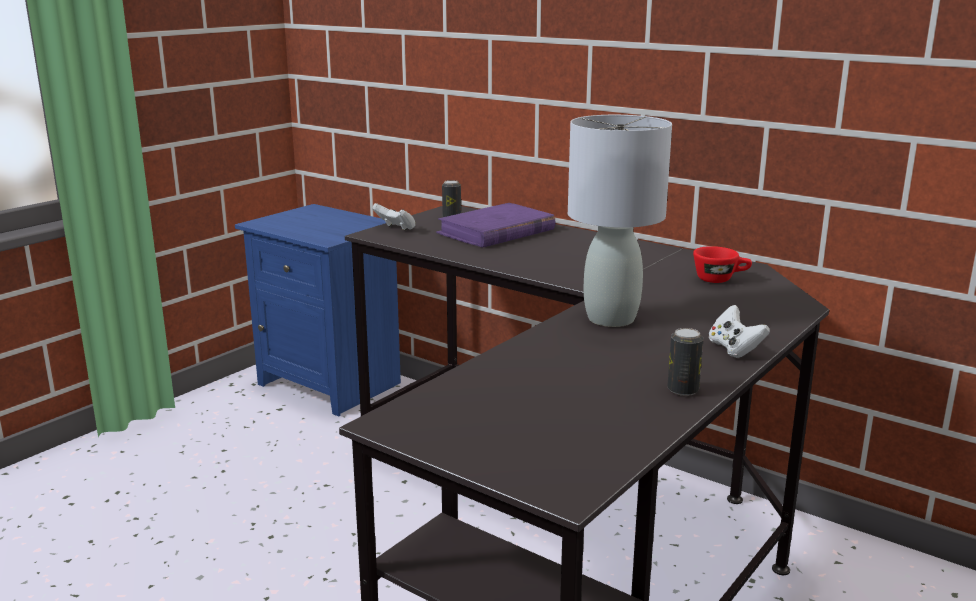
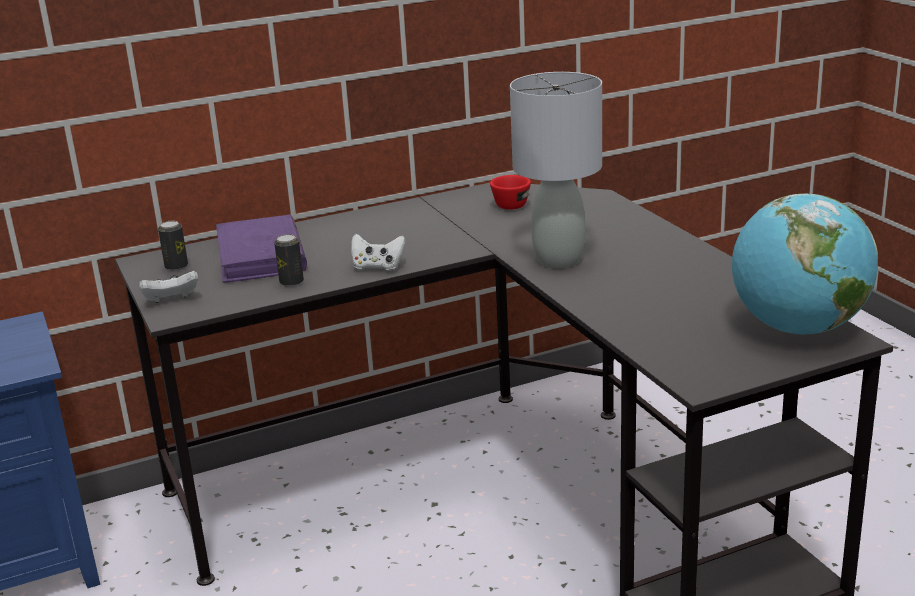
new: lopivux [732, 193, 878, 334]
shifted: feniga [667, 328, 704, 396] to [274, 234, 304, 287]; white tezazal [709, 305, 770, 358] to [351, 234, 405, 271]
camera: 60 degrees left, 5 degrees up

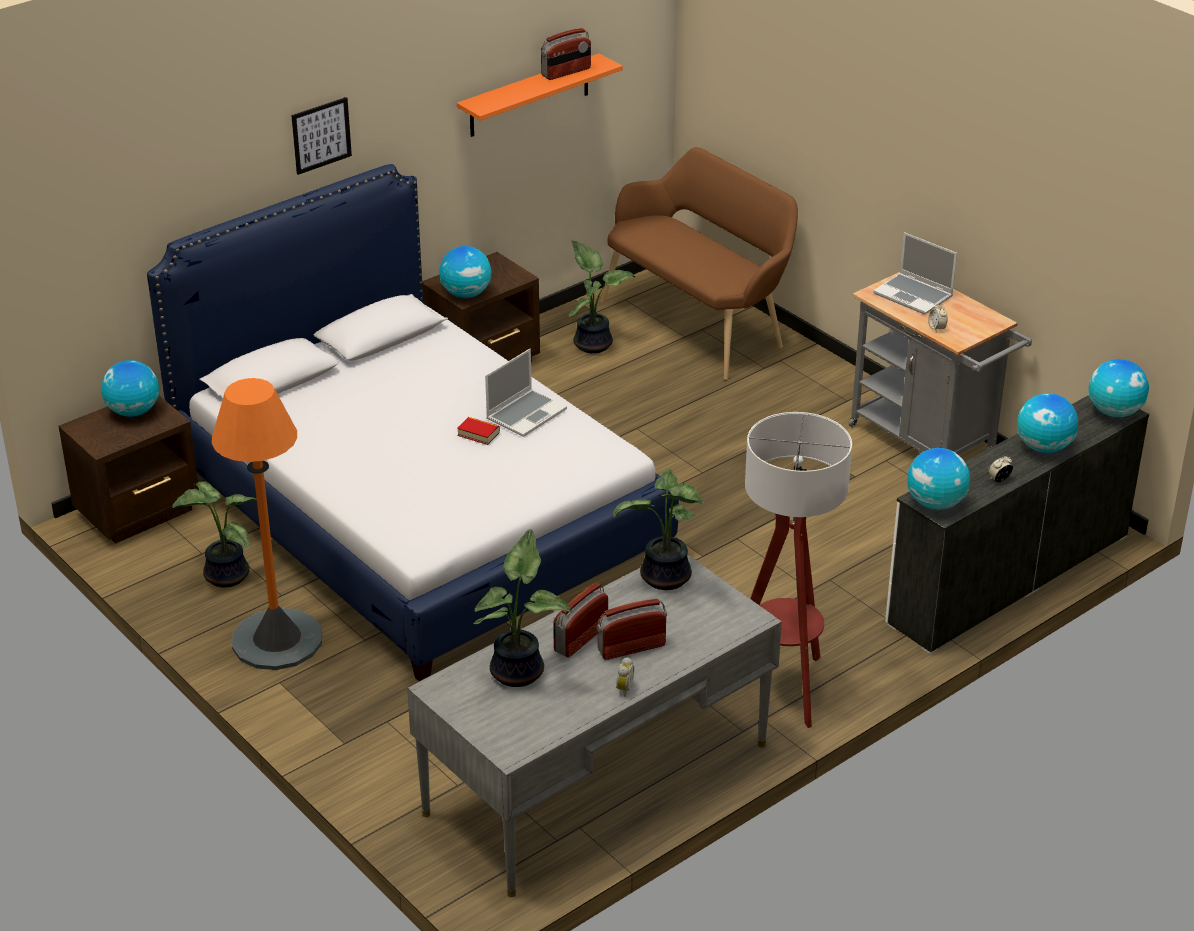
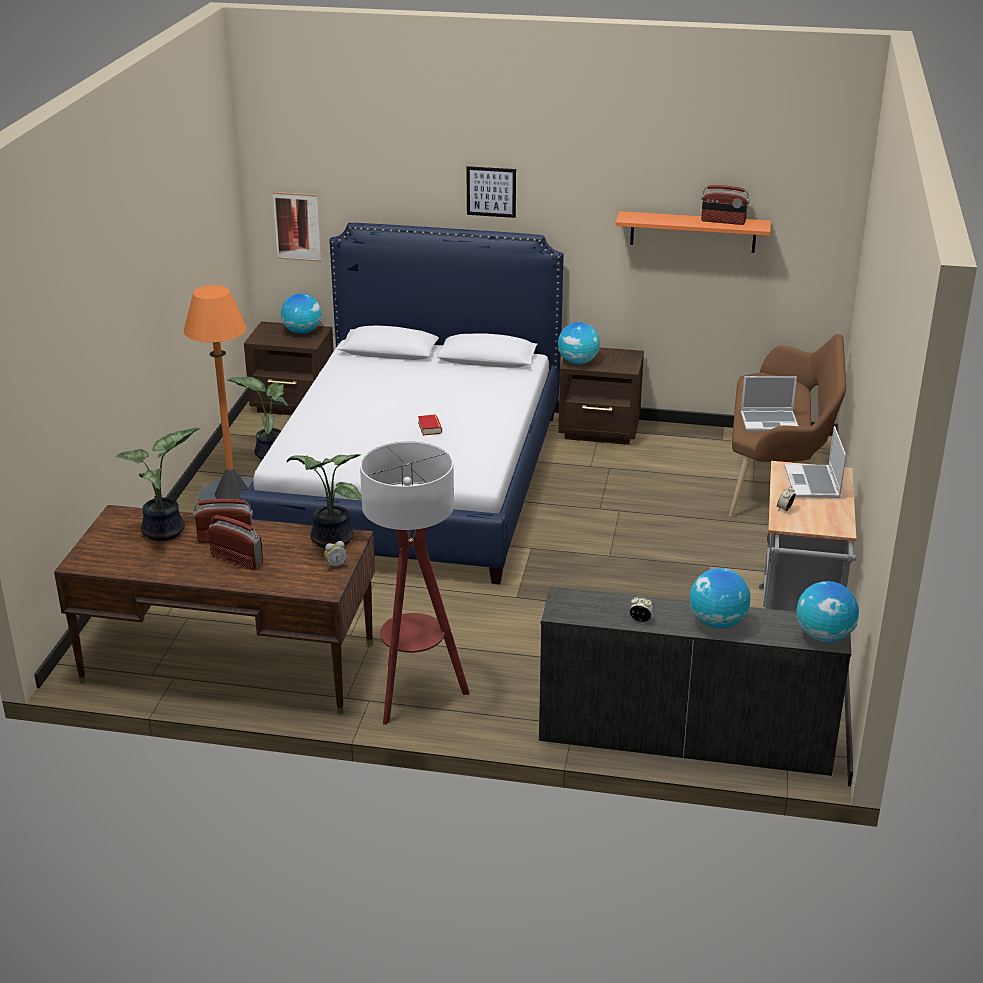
gone: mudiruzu [569, 241, 635, 353]; lopivux [907, 448, 970, 510]
new: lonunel [272, 192, 321, 262]
shifted: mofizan [485, 349, 567, 437] to [741, 376, 798, 432]; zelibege [616, 657, 634, 697] to [324, 541, 347, 569]
repainted: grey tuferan [407, 554, 782, 897] to brown tuferan [54, 505, 375, 715]
camera: 50 degrees right, 5 degrees down

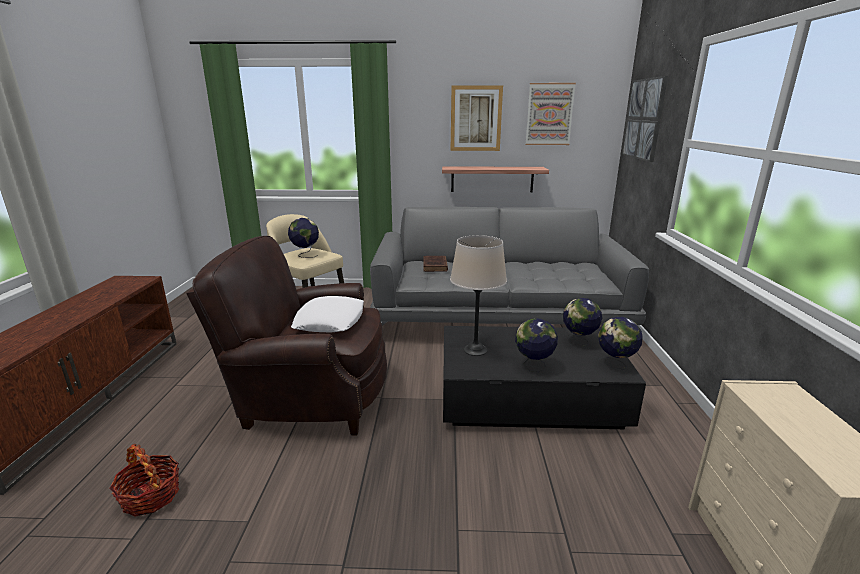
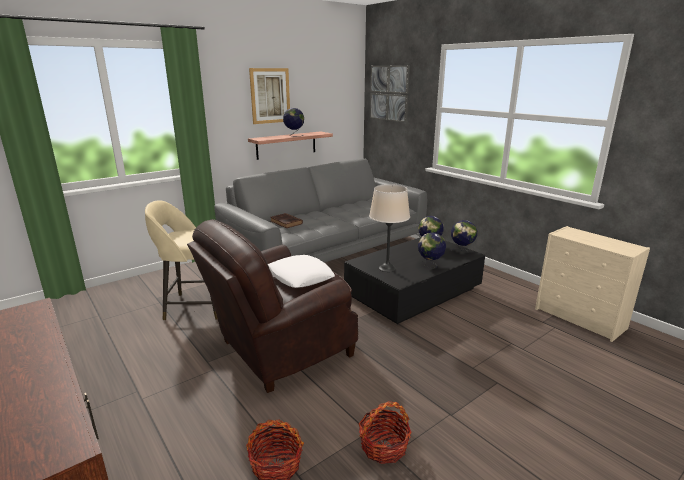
gone: lonunel [525, 83, 576, 145]
new: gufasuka [358, 401, 412, 464]
shifted: lopivux [288, 218, 319, 258] to [283, 108, 304, 136]
camera: 40 degrees left, 0 degrees up

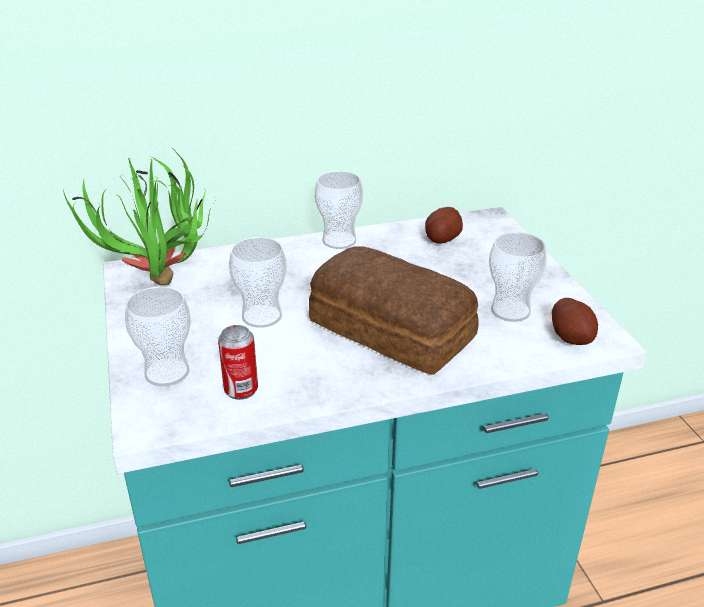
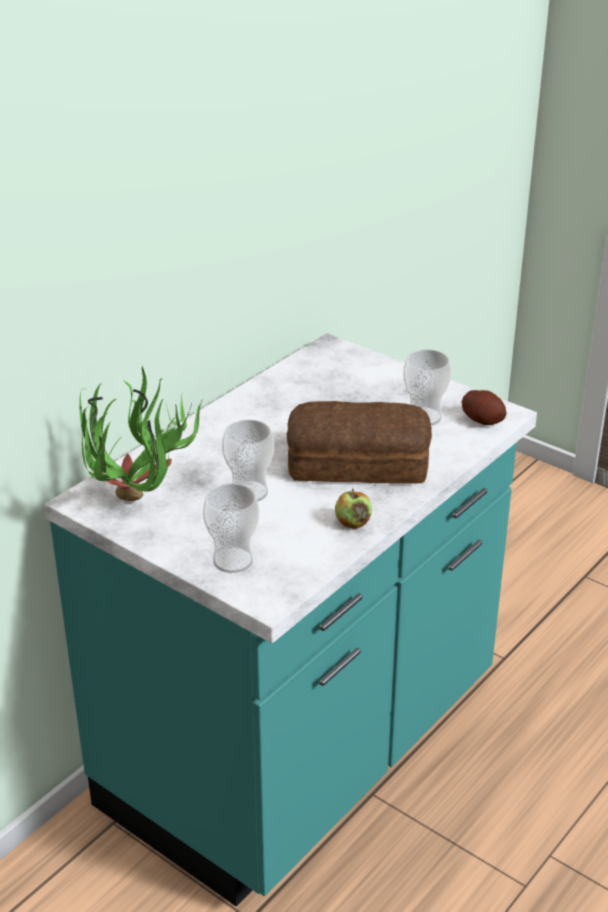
gone: feniga [218, 325, 258, 400]; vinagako [315, 171, 363, 249]; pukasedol [425, 207, 463, 244]
new: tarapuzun [335, 489, 372, 529]
camera: 35 degrees left, 0 degrees up

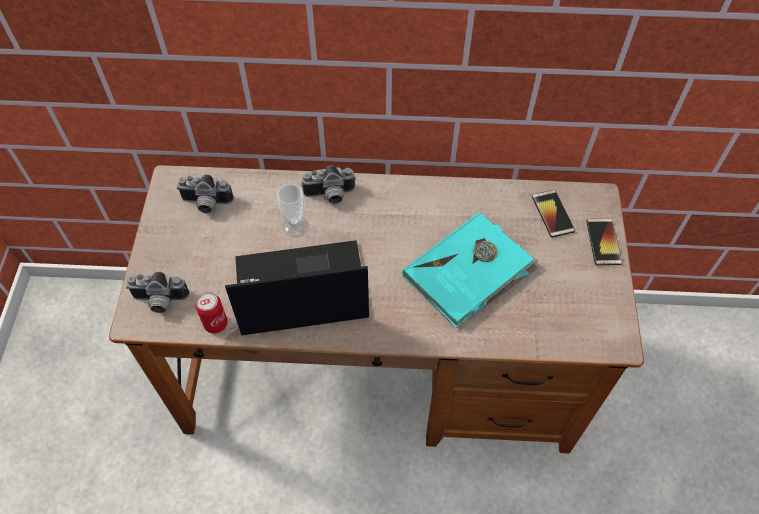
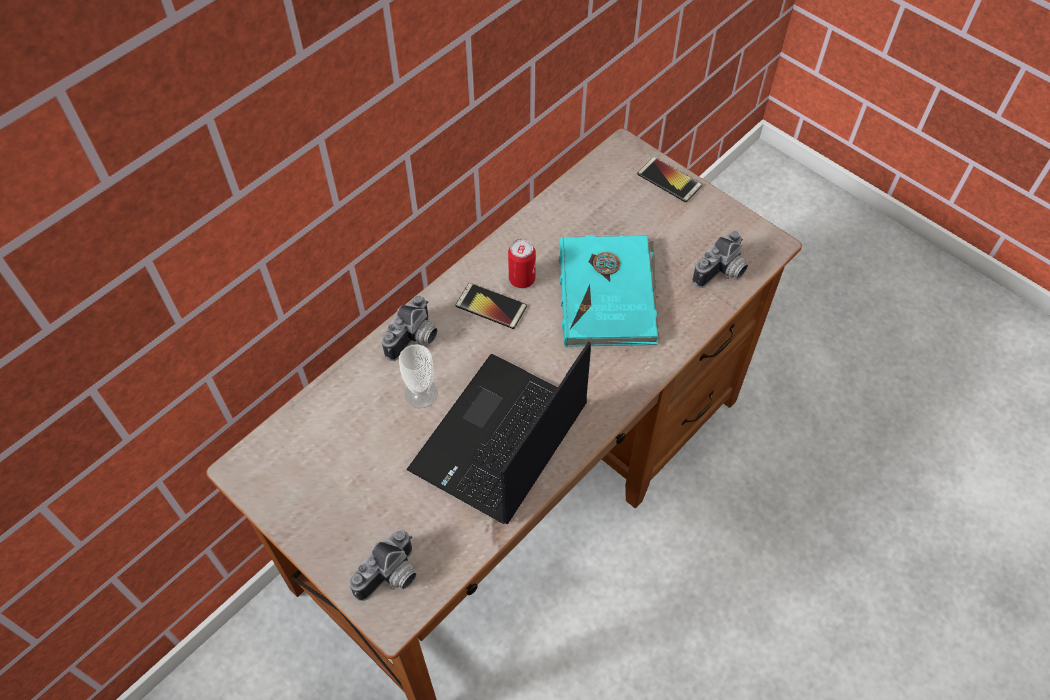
shifted: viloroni [176, 174, 233, 213] to [692, 231, 748, 288]; feniga [196, 292, 228, 334] to [508, 239, 536, 288]; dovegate [532, 190, 575, 238] to [455, 283, 527, 329]
camera: 50 degrees left, 0 degrees up

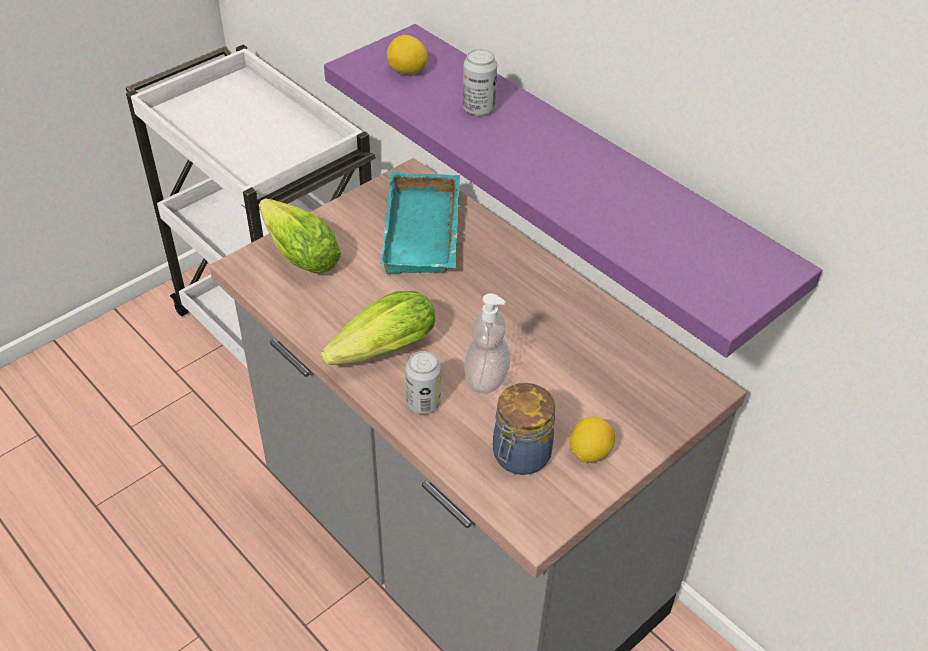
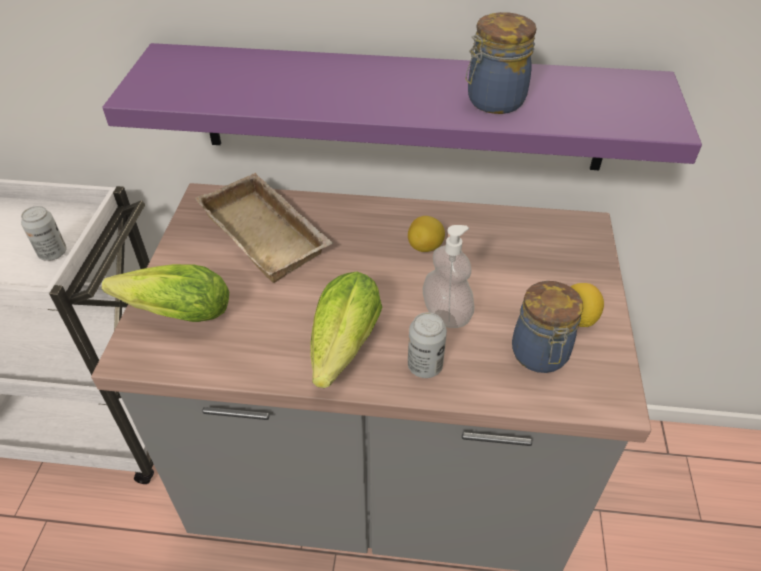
new: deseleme [466, 12, 536, 114]
shifted: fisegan [387, 35, 428, 74] to [408, 216, 445, 252]; feniga [463, 49, 497, 116] to [21, 206, 67, 261]
repainted: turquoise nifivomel [380, 171, 460, 274] to beige nifivomel [195, 173, 333, 283]
camera: 40 degrees left, 0 degrees up

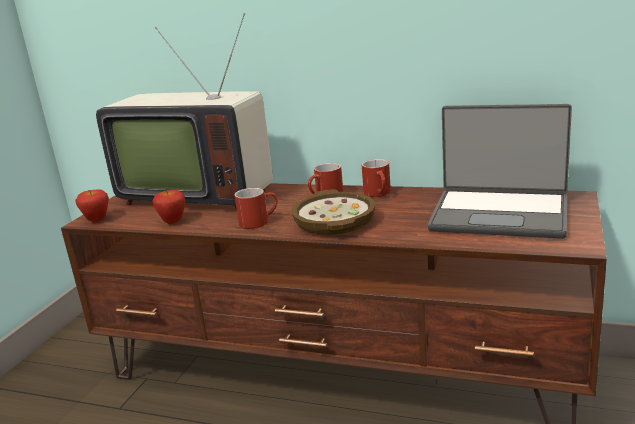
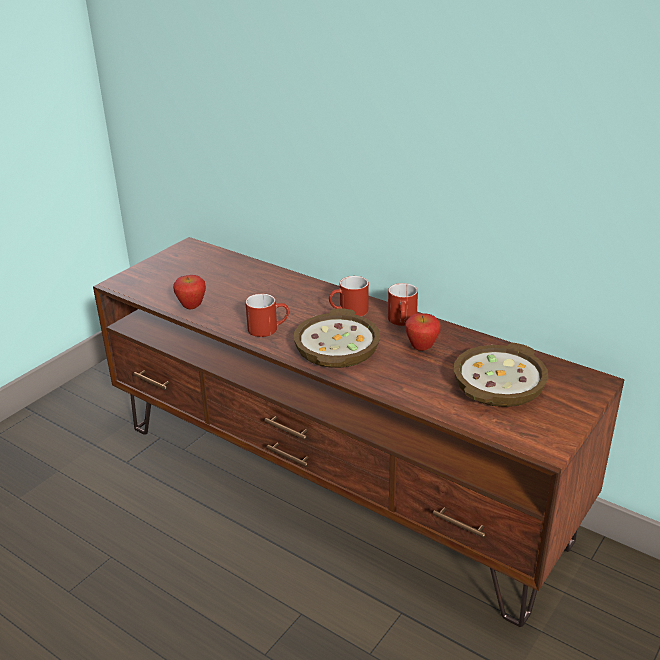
gone: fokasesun [96, 13, 273, 210]
shifted: tarapuzun [75, 189, 109, 222] to [405, 313, 441, 351]
swapped: mofizan [428, 104, 572, 239] to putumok [454, 343, 548, 407]
camera: 15 degrees right, 10 degrees up

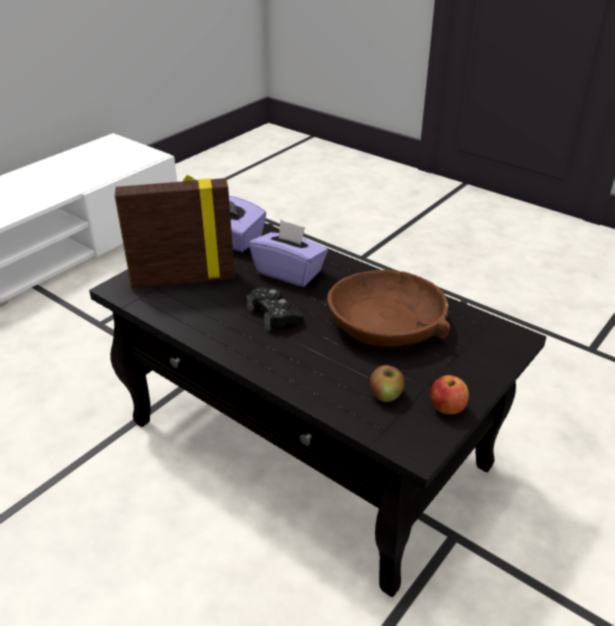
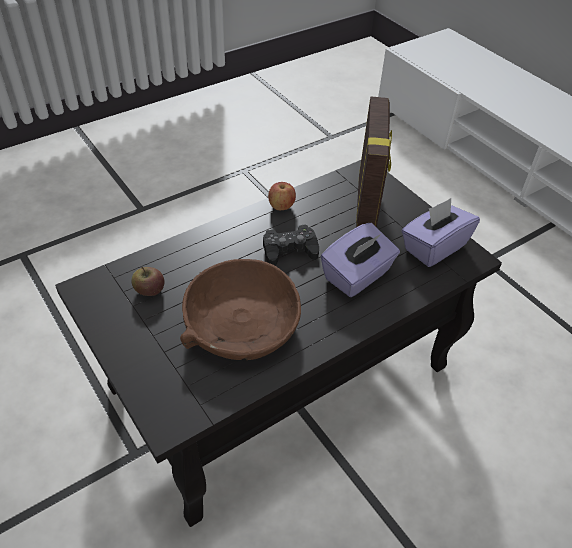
shifted: tarapuzun [430, 375, 469, 415] to [268, 182, 296, 210]
camera: 105 degrees right, 10 degrees up

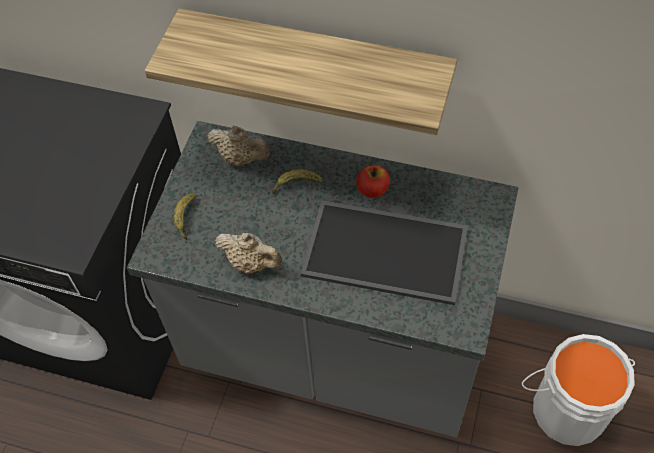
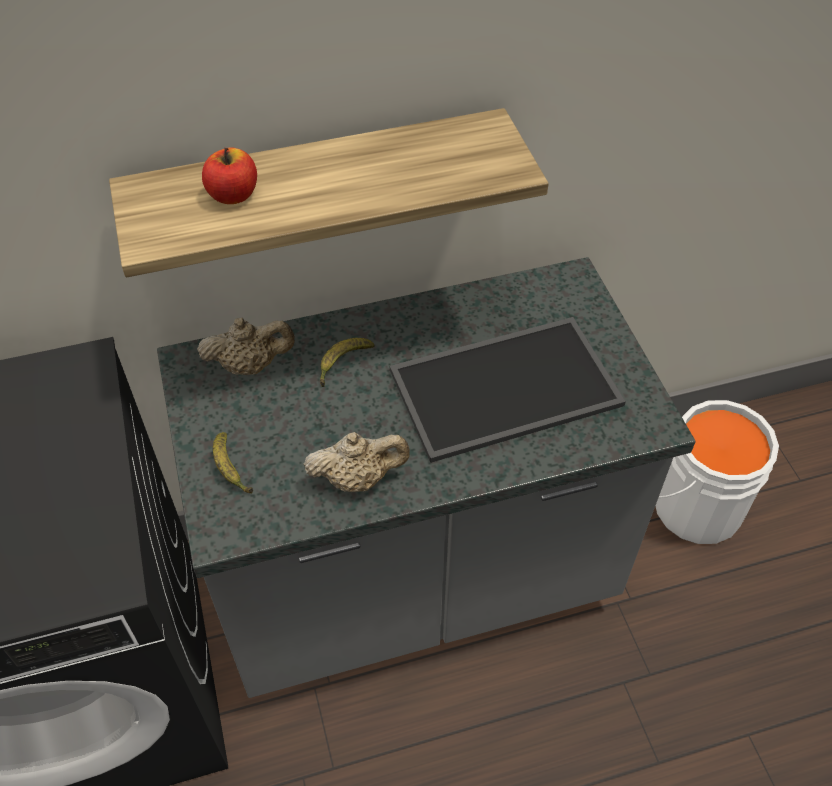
shifted: tarapuzun [356, 165, 390, 198] to [202, 147, 257, 204]
camera: 35 degrees left, 5 degrees down

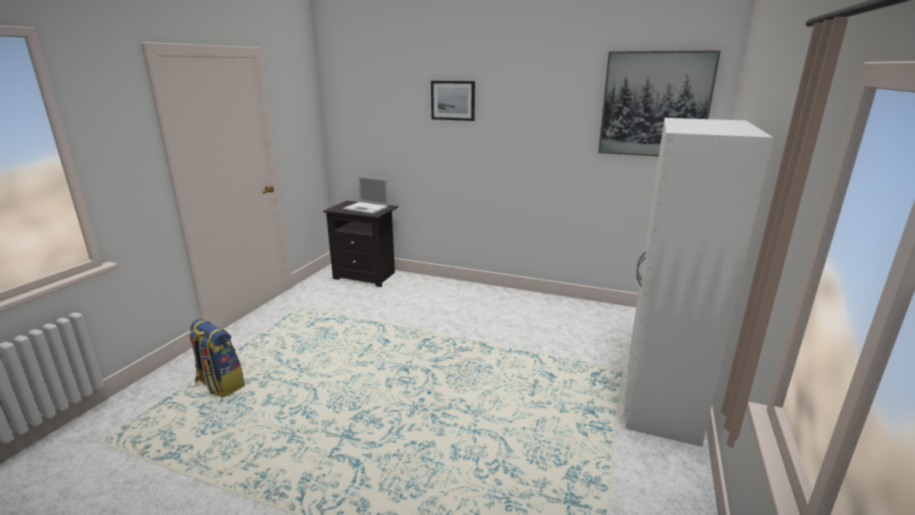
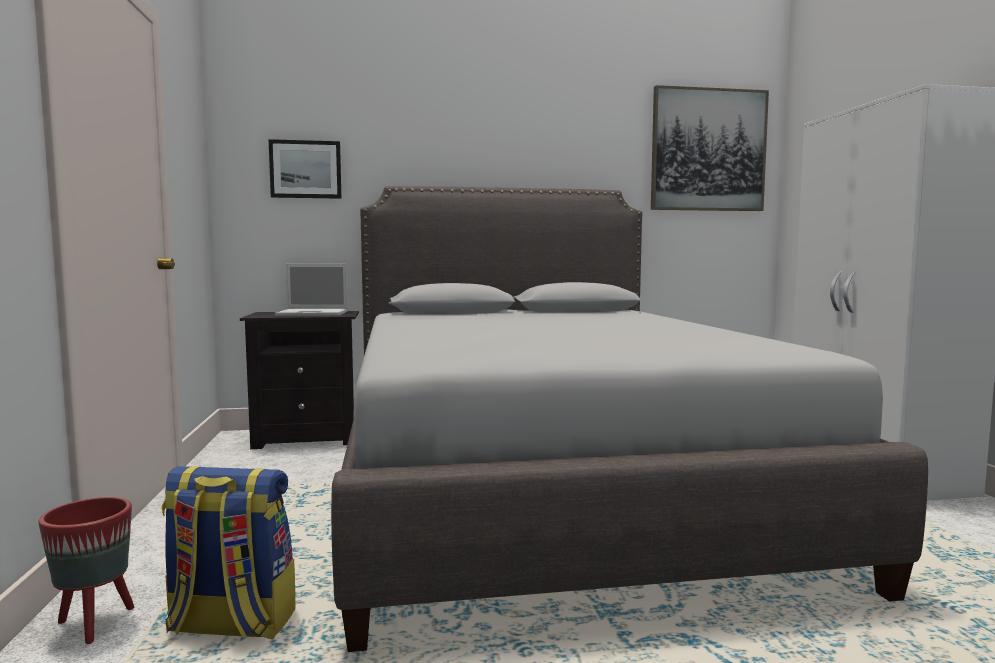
new: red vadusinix [39, 497, 134, 644]; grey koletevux [331, 186, 928, 652]
shifted: lonunel [431, 81, 475, 121] to [269, 139, 342, 199]
camera: 30 degrees left, 15 degrees down

